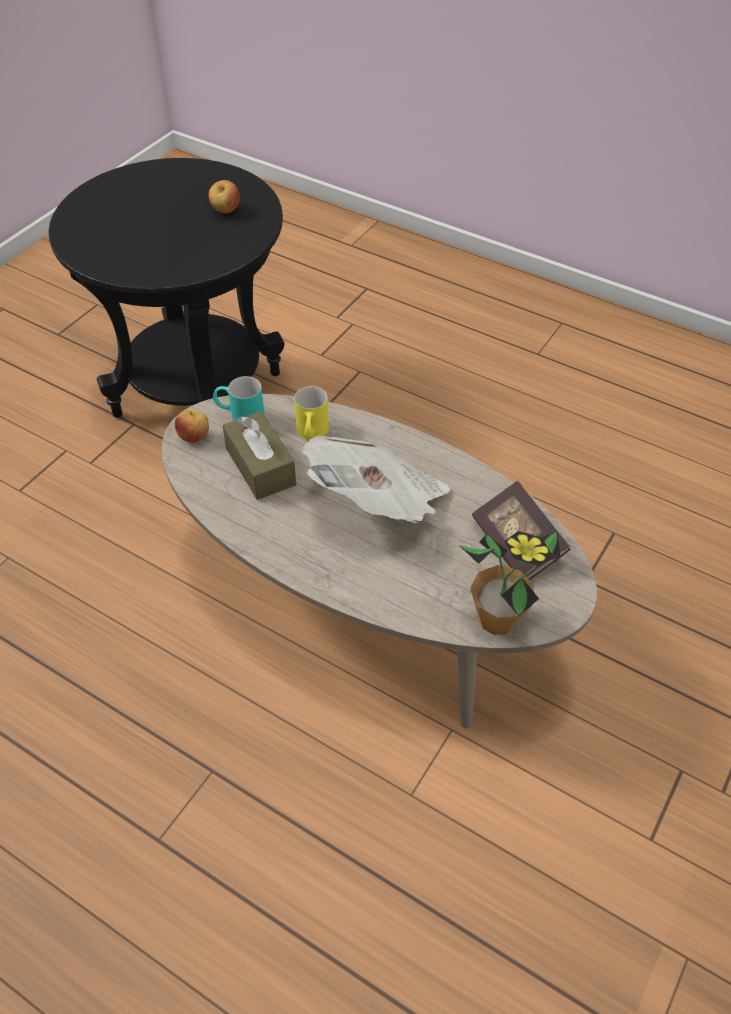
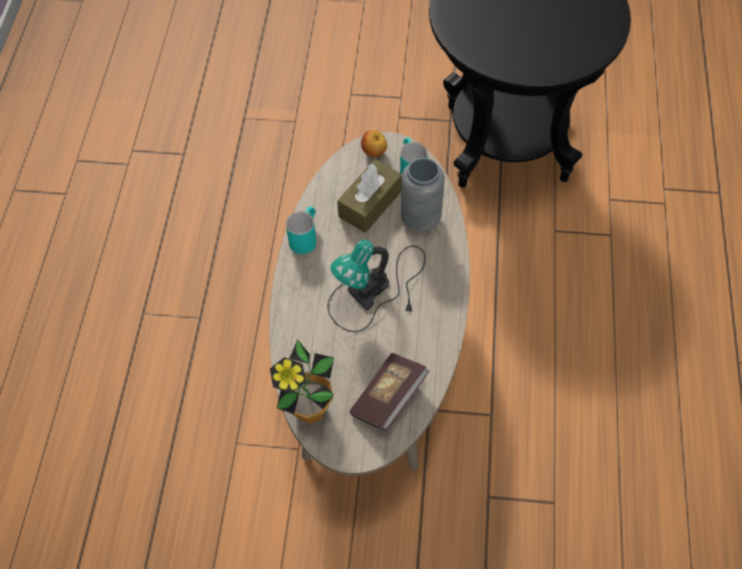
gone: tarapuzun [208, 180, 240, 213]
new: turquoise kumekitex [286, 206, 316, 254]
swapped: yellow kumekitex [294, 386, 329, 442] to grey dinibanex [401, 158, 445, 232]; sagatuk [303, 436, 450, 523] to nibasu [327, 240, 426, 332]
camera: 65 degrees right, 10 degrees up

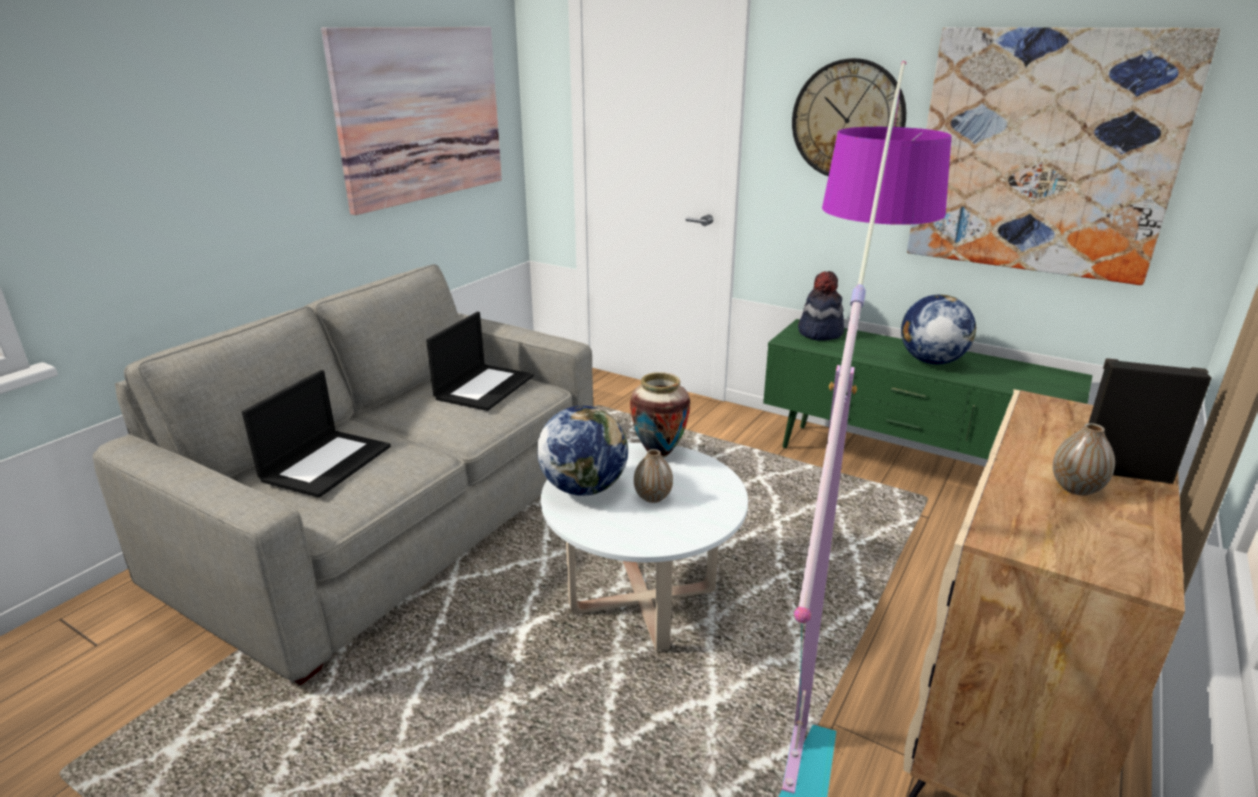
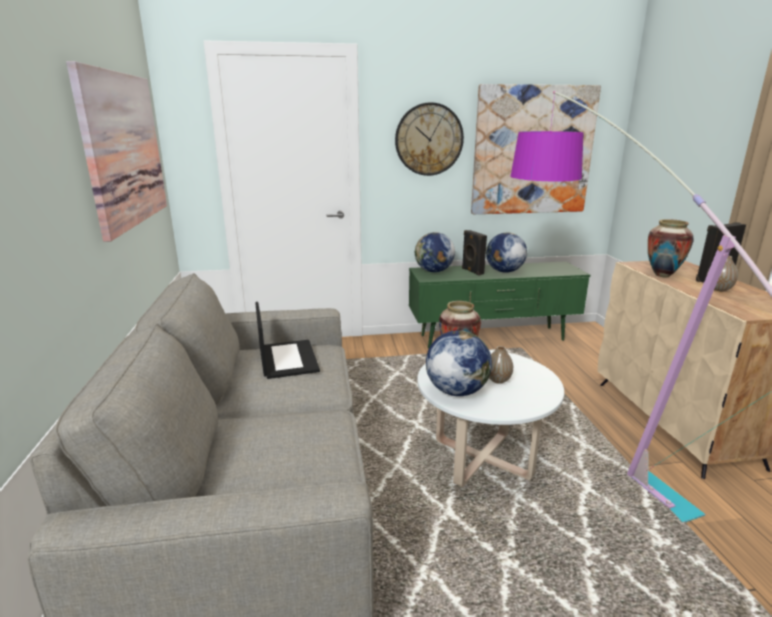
gone: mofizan [242, 370, 391, 498]
new: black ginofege [462, 230, 487, 276]; dinibanex [648, 219, 693, 277]
swapped: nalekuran [798, 271, 844, 341] to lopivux [415, 232, 455, 272]
camera: 40 degrees left, 5 degrees down

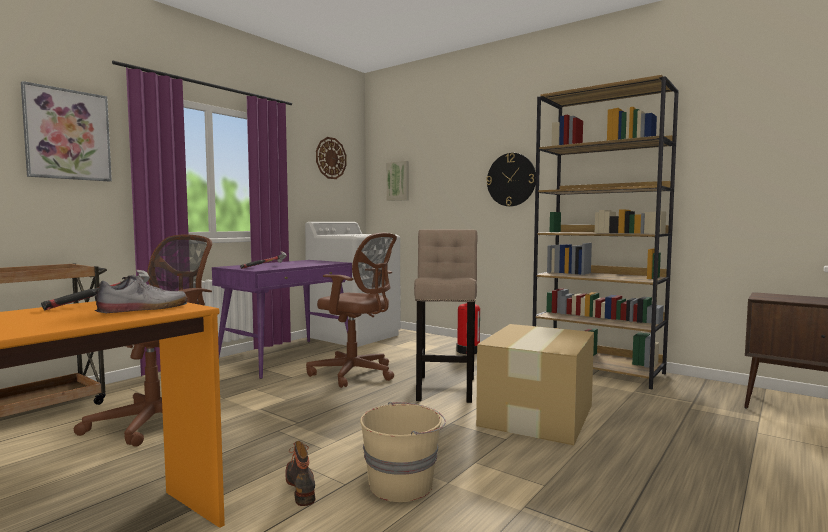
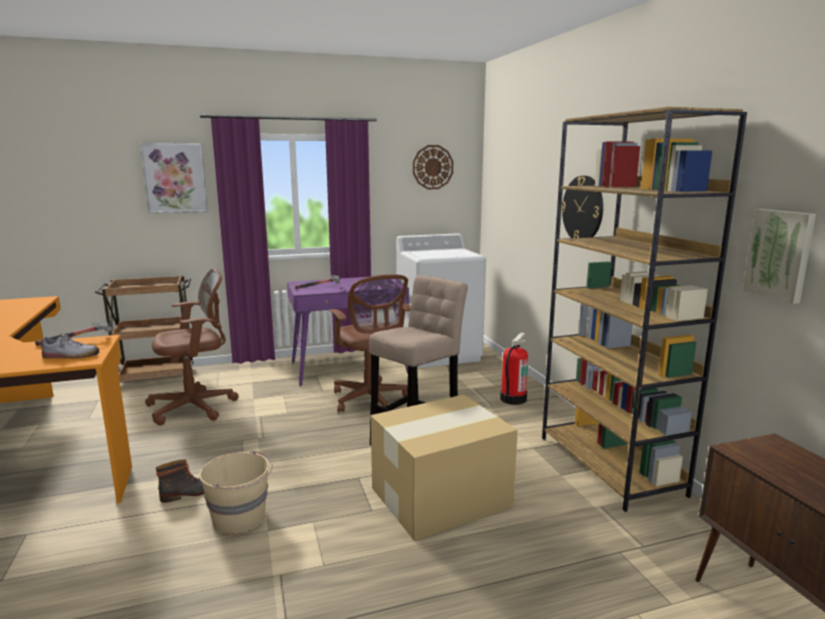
shifted: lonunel [386, 161, 409, 201] to [743, 209, 816, 304]
rotated: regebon [285, 441, 316, 506] = [156, 459, 205, 503] 45 degrees clockwise
camera: 35 degrees right, 10 degrees up

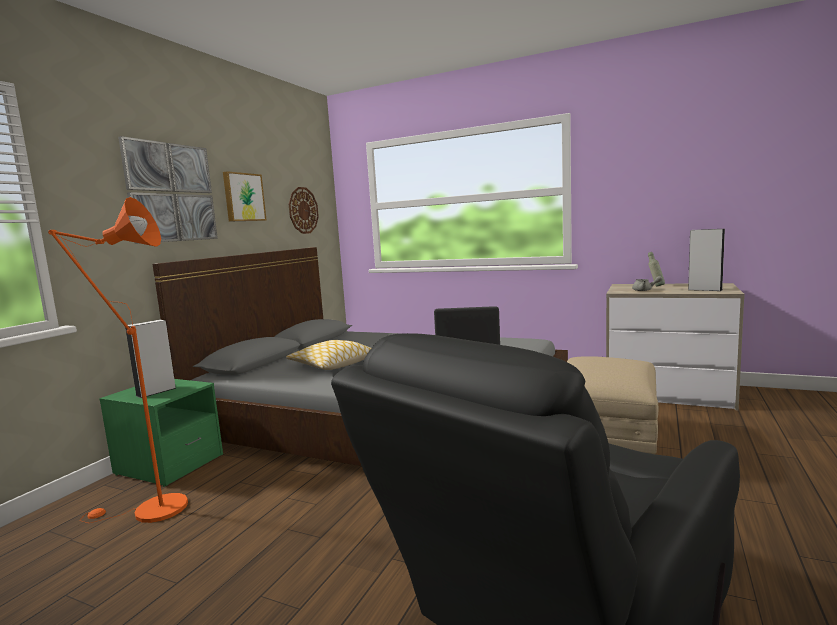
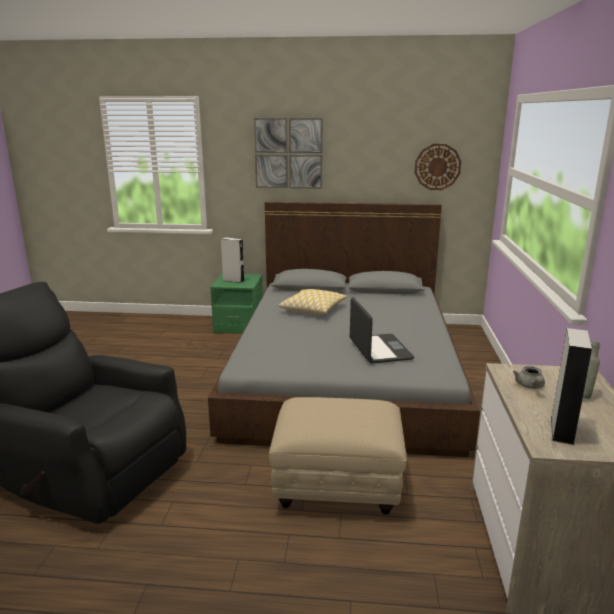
gone: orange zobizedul [48, 197, 188, 523]; lonunel [223, 171, 266, 221]
camera: 70 degrees right, 10 degrees up

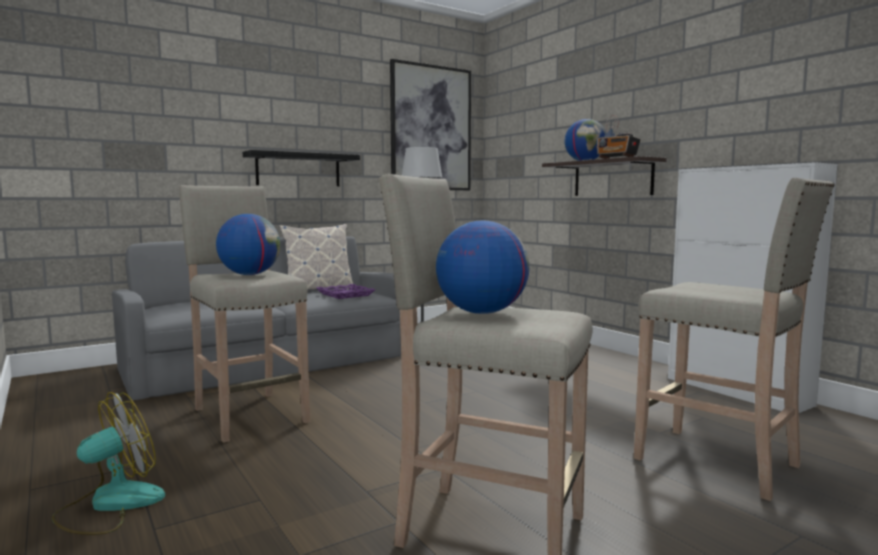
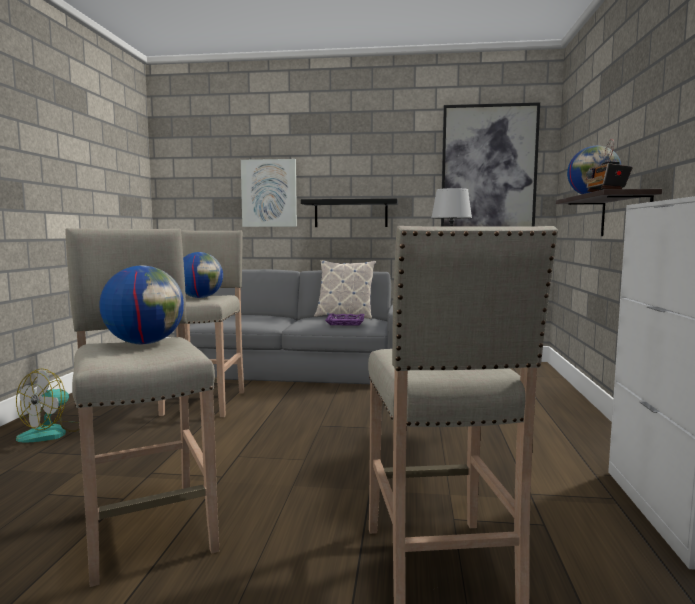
new: lonunel [241, 159, 297, 227]
rotated: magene [52, 392, 165, 535] = [16, 368, 80, 442] 120 degrees clockwise
camera: 40 degrees right, 0 degrees up

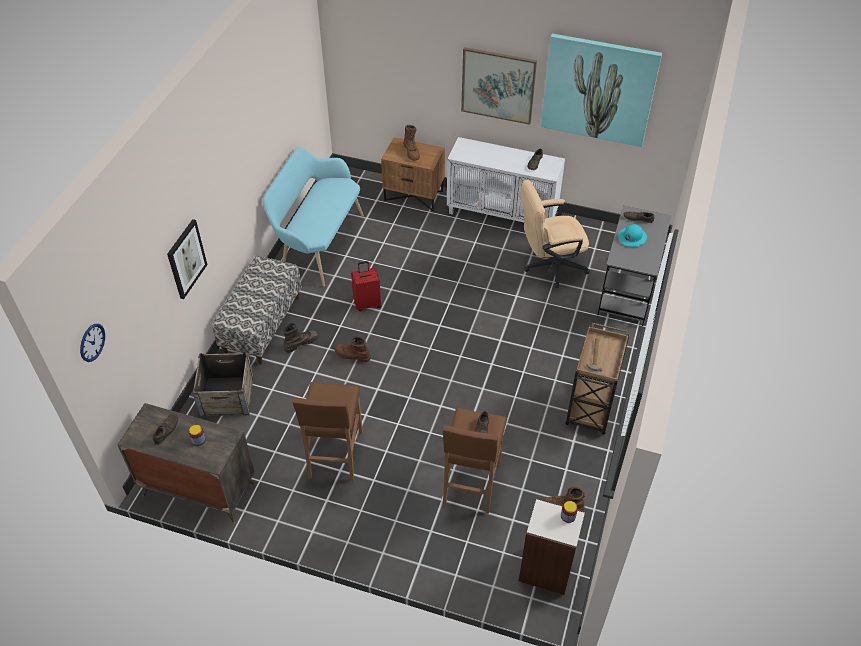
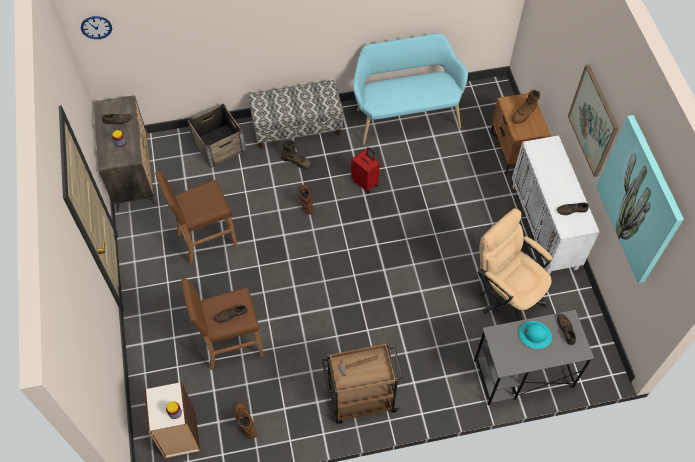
gone: lonunel [167, 219, 207, 299]
camera: 60 degrees right, 10 degrees up

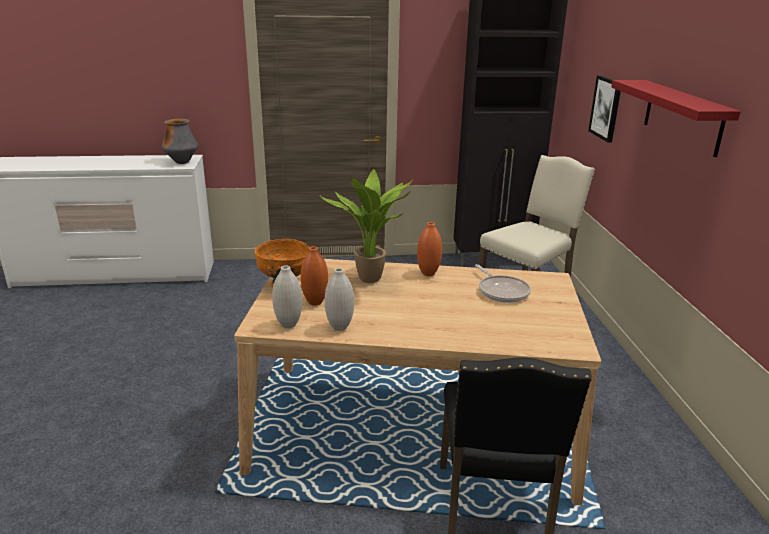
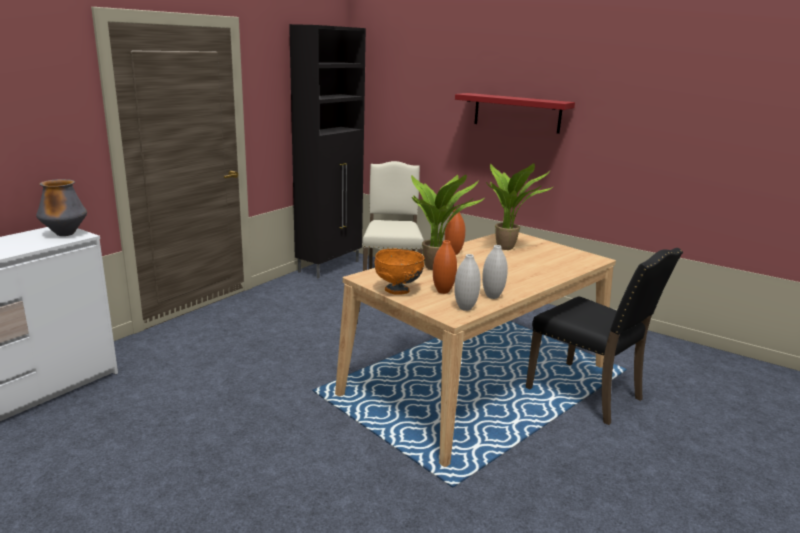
gone: lonunel [588, 75, 621, 143]
swapped: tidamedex [475, 264, 531, 303] to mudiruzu [486, 163, 554, 250]
camera: 50 degrees left, 5 degrees down

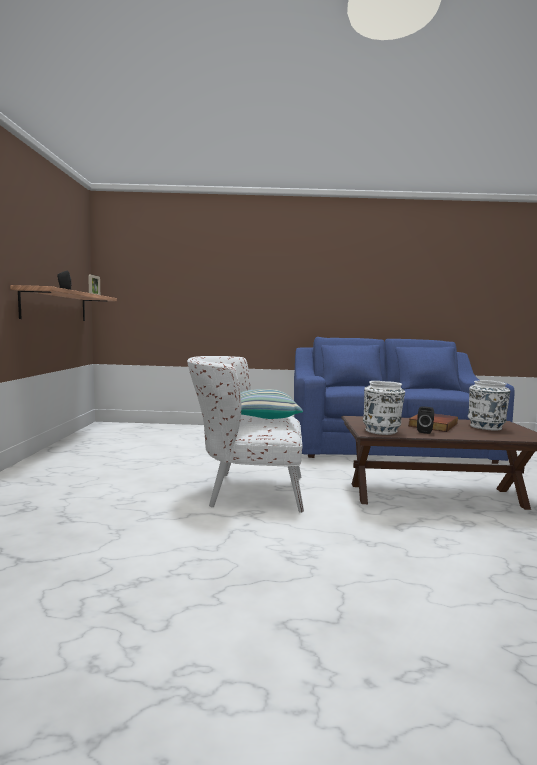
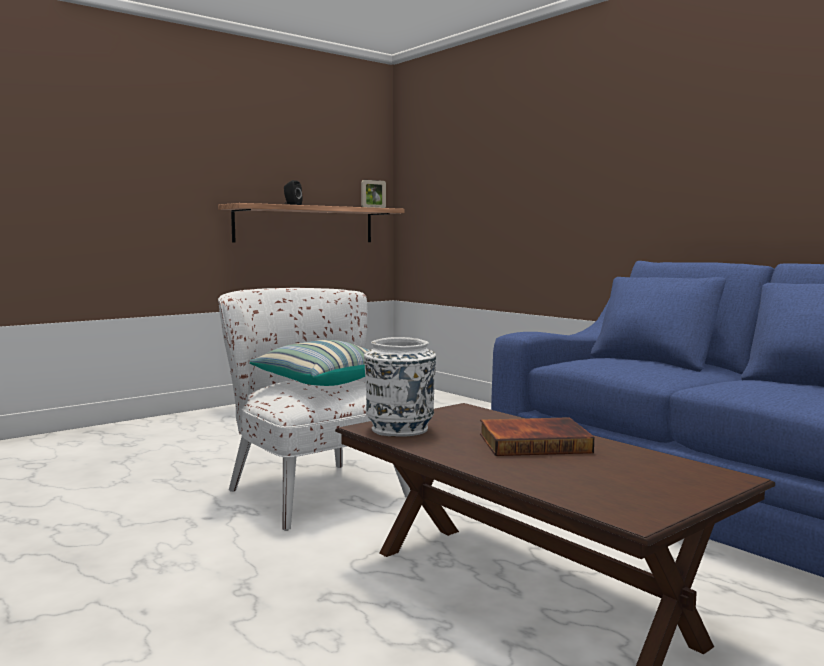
gone: black ginofege [417, 406, 434, 434]; white dinibanex [468, 380, 510, 431]
camera: 50 degrees right, 0 degrees up

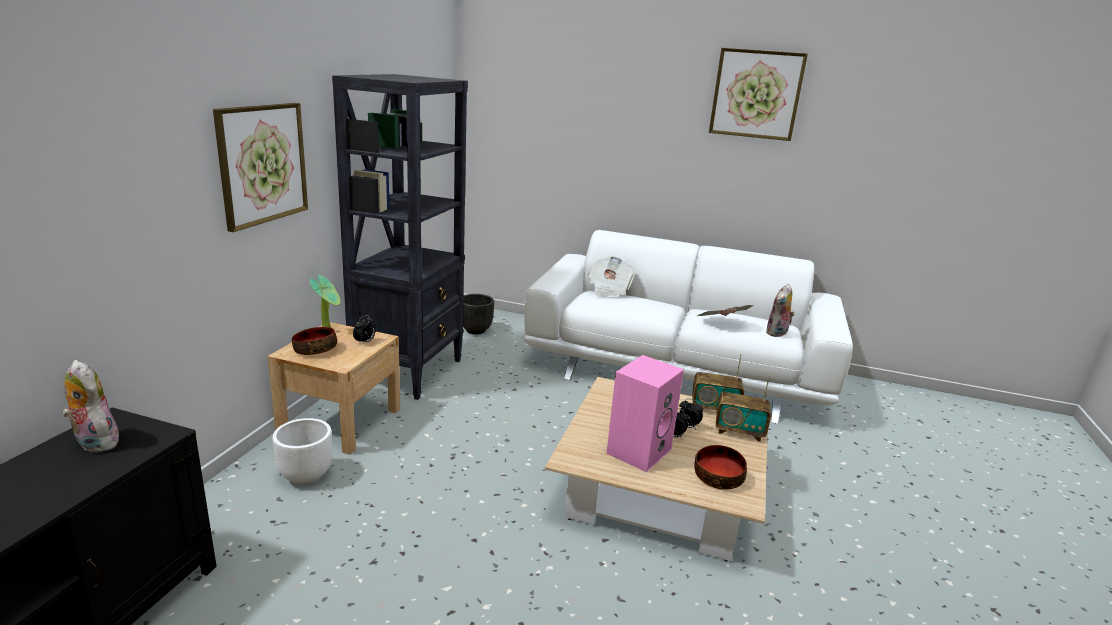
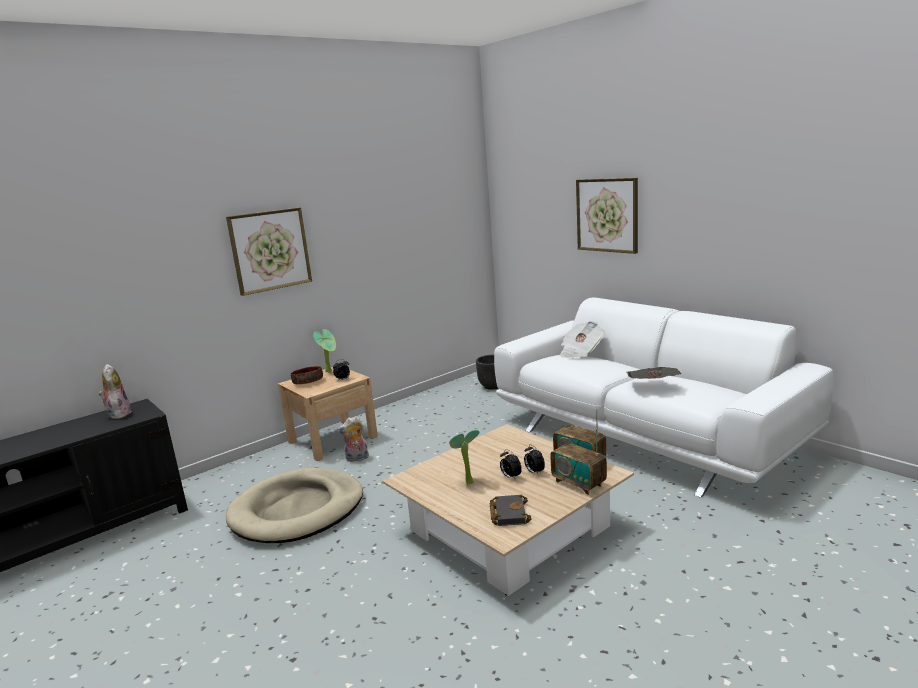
gone: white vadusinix [273, 418, 332, 485]; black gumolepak [332, 74, 468, 400]
new: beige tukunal [226, 468, 363, 543]
shifted: lonunel [709, 48, 808, 141] to [576, 178, 638, 254]; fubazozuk [766, 284, 795, 337] to [337, 416, 369, 462]
swapped: pink ginofege [606, 355, 684, 472] to mudiruzu [449, 430, 480, 484]; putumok [694, 445, 747, 489] to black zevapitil [490, 495, 531, 526]
camera: 35 degrees right, 5 degrees down

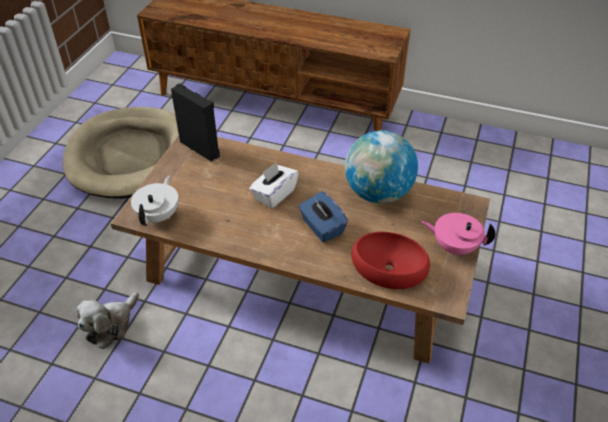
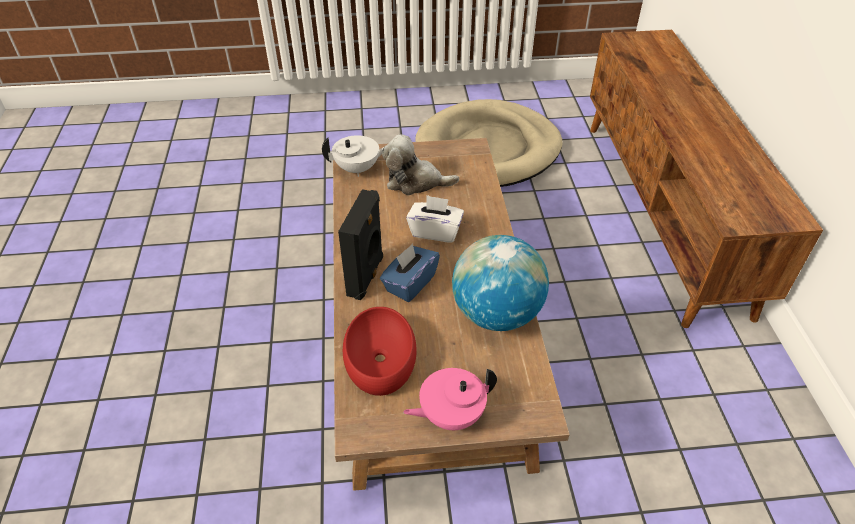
shifted: fubazozuk [76, 292, 139, 349] to [382, 135, 459, 195]; black ginofege [171, 83, 220, 161] to [338, 189, 383, 300]
rotated: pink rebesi [421, 213, 496, 256] = [403, 368, 497, 430] 105 degrees counterclockwise
camera: 65 degrees right, 0 degrees up

